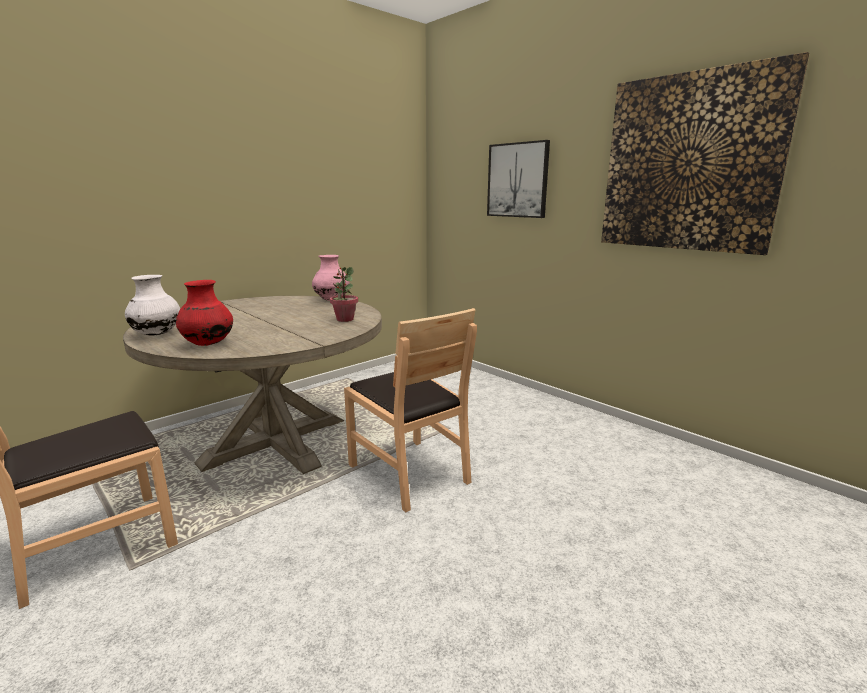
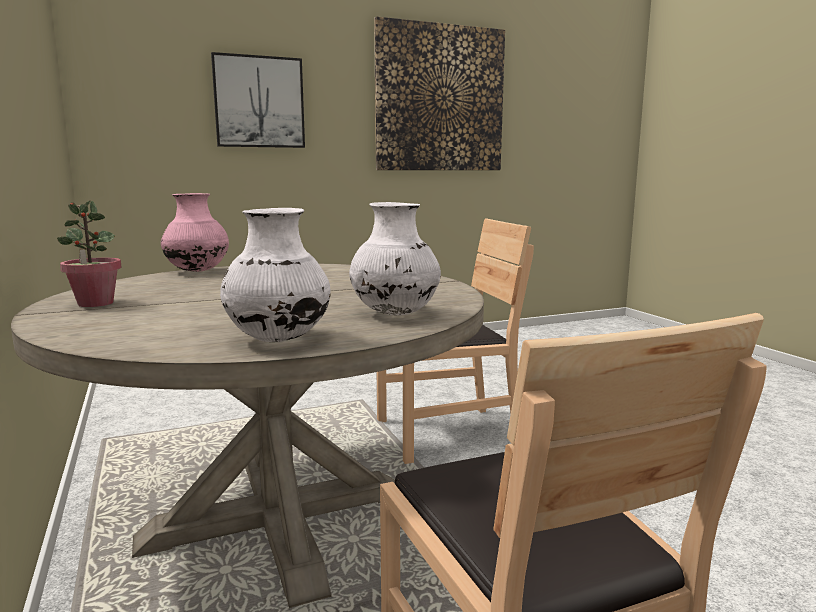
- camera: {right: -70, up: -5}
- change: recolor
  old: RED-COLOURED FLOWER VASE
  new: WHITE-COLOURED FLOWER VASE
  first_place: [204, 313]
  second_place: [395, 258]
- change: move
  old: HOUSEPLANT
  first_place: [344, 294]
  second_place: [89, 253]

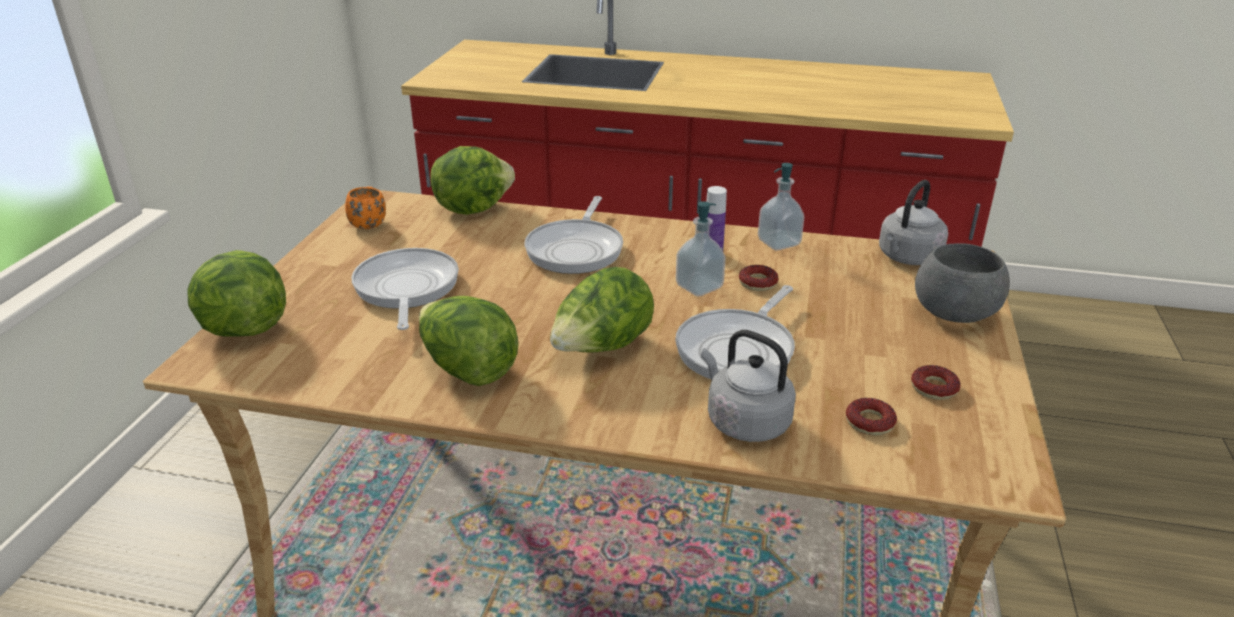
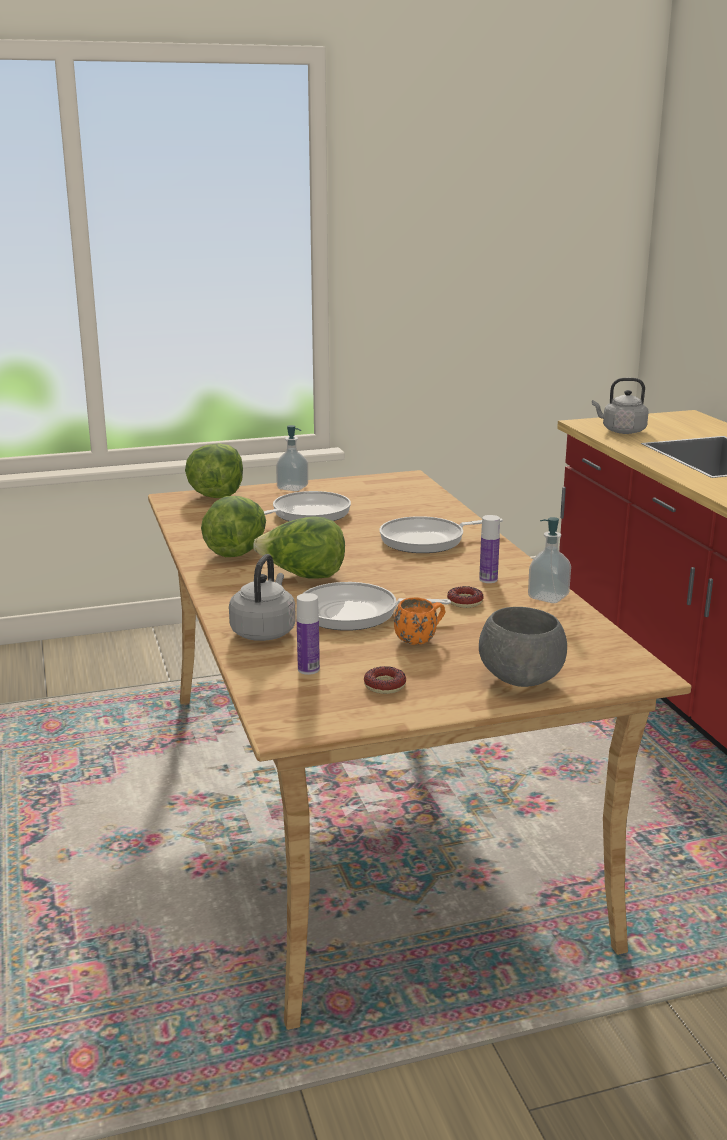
- camera: {right: 60, up: -10}
- change: move
  old: ORANGE TEA MUG
  first_place: [365, 208]
  second_place: [420, 621]
- change: delete
  old: HEAD OF LETTUCE
  first_place: [472, 180]
- change: move
  old: SOAP DISPENSER
  first_place: [700, 248]
  second_place: [292, 458]
- change: replace
  old: DOUGHNUT
  new: BEVERAGE BOTTLE
  first_place: [871, 416]
  second_place: [308, 634]
- change: move
  old: GRAY TEA KETTLE
  first_place: [913, 222]
  second_place: [620, 406]

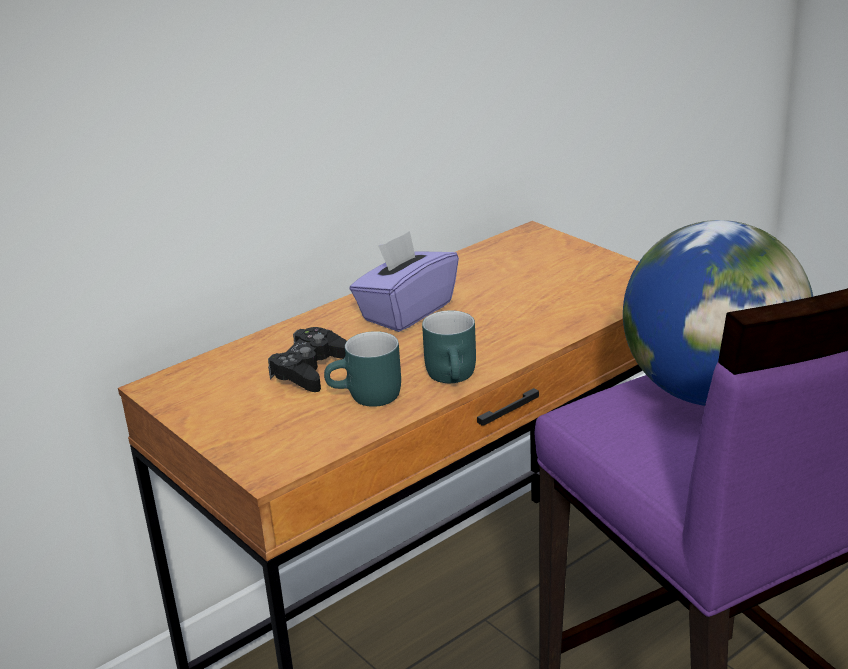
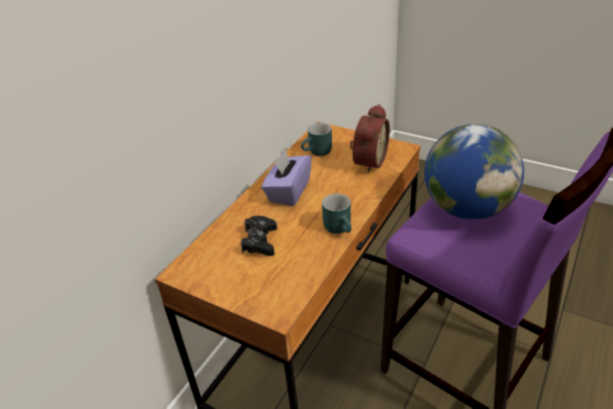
- camera: {right: -20, up: 10}
- change: move
  old: BLUE-GREEN TEA MUG
  first_place: [362, 369]
  second_place: [316, 139]
- change: insert
  new: ALARM CLOCK
  second_place: [370, 139]

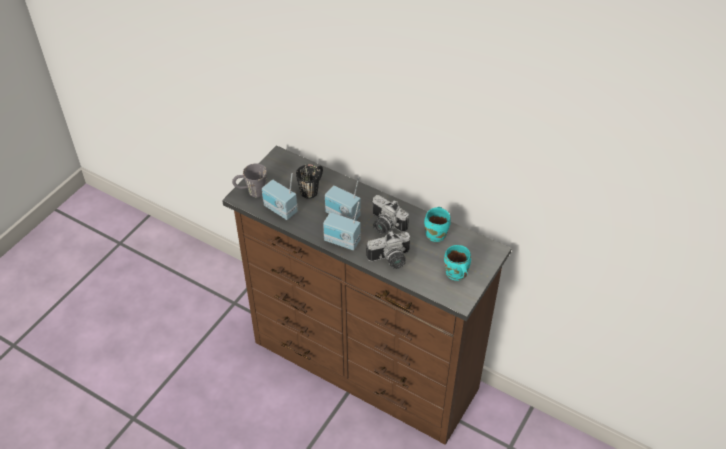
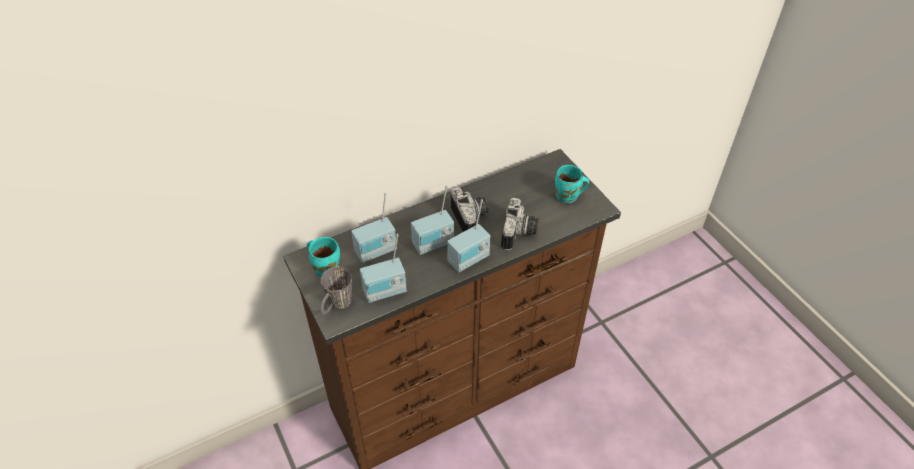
- camera: {right: -60, up: 0}
- change: replace
  old: BLACK TEA MUG
  new: RADIO RECEIVER
  first_place: [309, 182]
  second_place: [374, 227]
- change: rotate
  old: PHOTO CAMERA
  first_place: [390, 214]
  second_place: [470, 209]
  degrees: -90
- change: move
  old: BLUE-GREEN TEA MUG
  first_place: [437, 224]
  second_place: [323, 257]

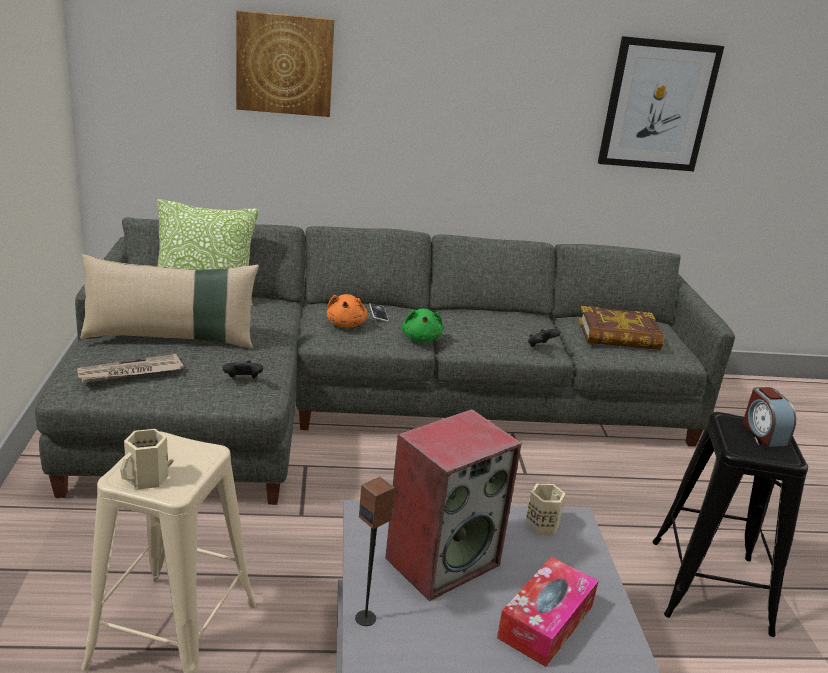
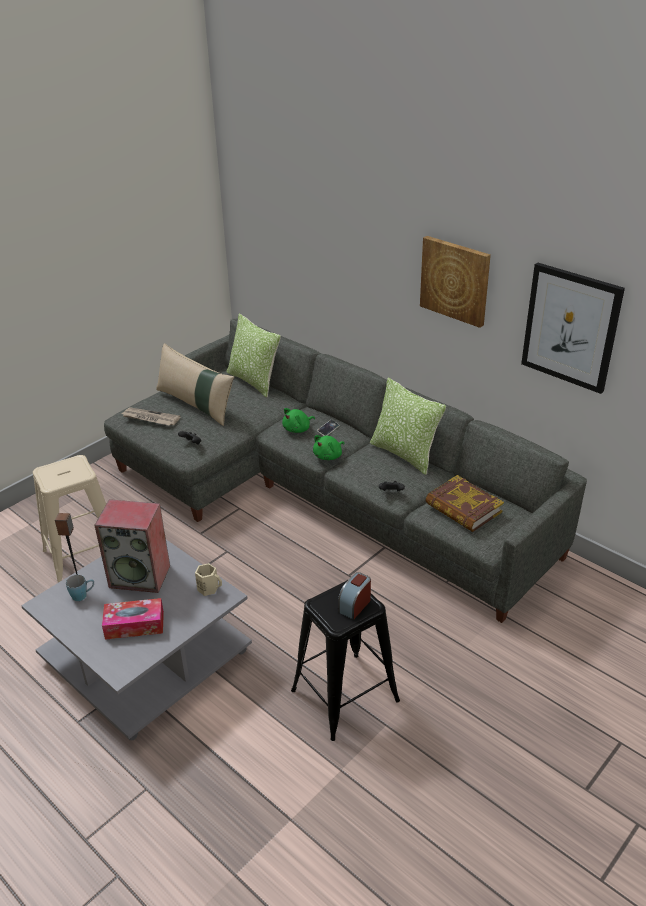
- camera: {right: 50, up: 10}
- change: delete
  old: SAND-COLOURED TEA MUG
  first_place: [144, 459]
- change: move
  old: PICTURE
  first_place: [285, 63]
  second_place: [455, 282]
- change: recolor
  old: ORANGE PLUSH TOY
  new: GREEN-COLOURED PLUSH TOY
  first_place: [347, 311]
  second_place: [298, 420]
- change: insert
  new: BLUE-COLOURED TEA MUG
  second_place: [80, 588]
- change: insert
  new: PILLOW
  second_place: [408, 426]

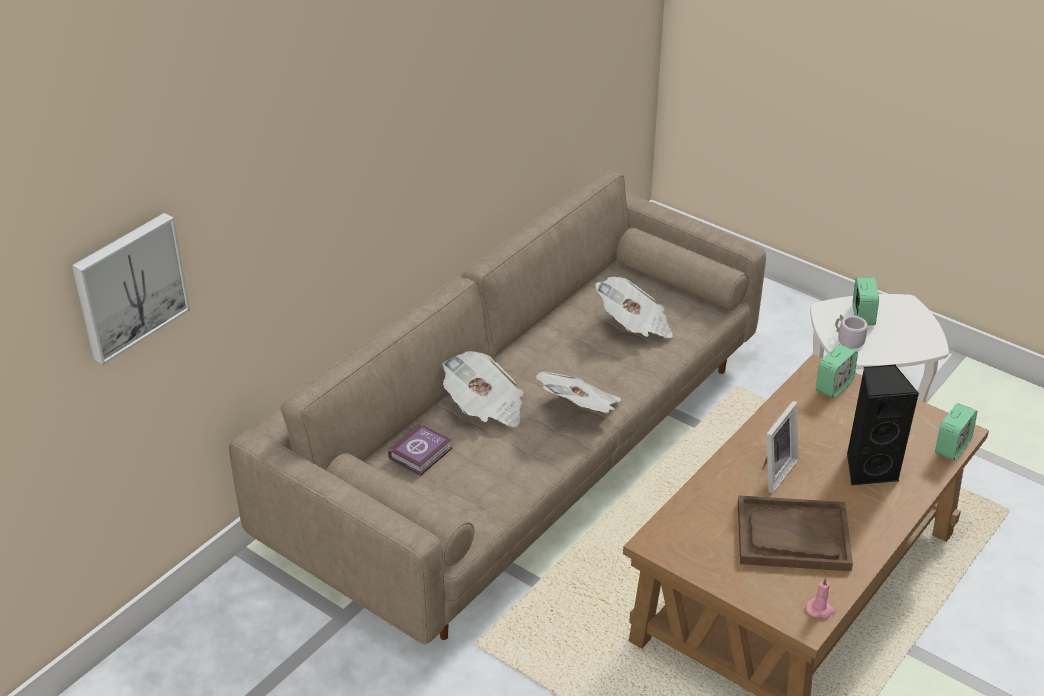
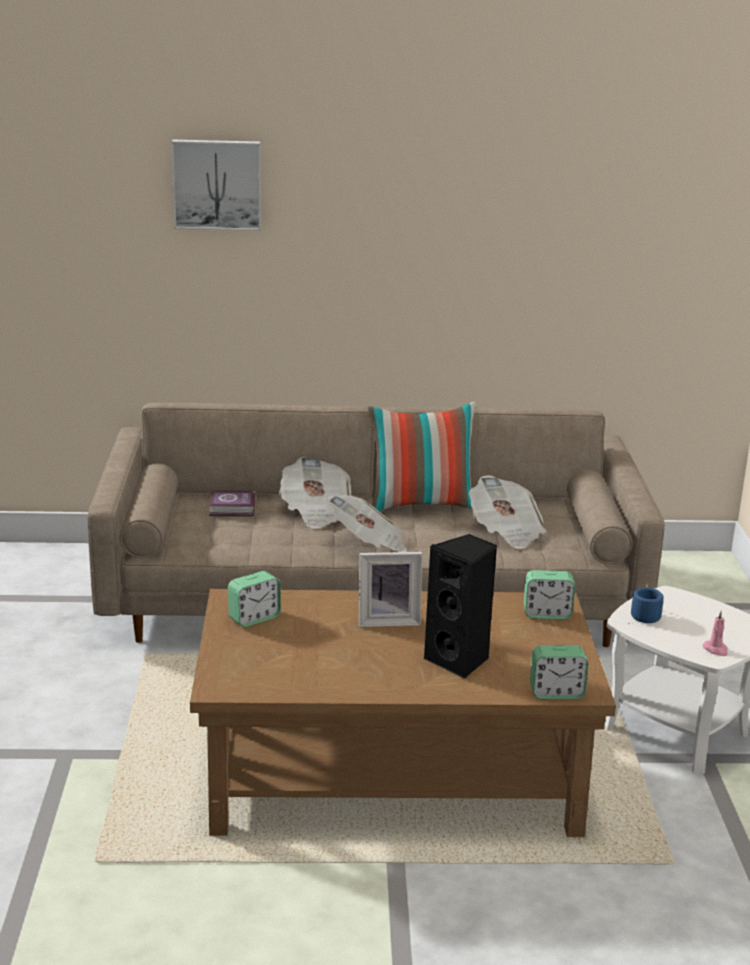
- camera: {right: 50, up: -15}
- change: move
  old: PICTURE
  first_place: [131, 289]
  second_place: [216, 185]
- change: delete
  old: BROWN TRAY
  first_place: [795, 533]
- change: move
  old: PINK WAX LIGHT
  first_place: [821, 597]
  second_place: [715, 633]
- change: recolor
  old: GRAY TEA MUG
  new: BLUE-COLOURED TEA MUG
  first_place: [851, 331]
  second_place: [645, 605]
- change: move
  old: ALARM CLOCK
  first_place: [866, 301]
  second_place: [254, 599]
- change: insert
  new: PILLOW
  second_place: [422, 456]

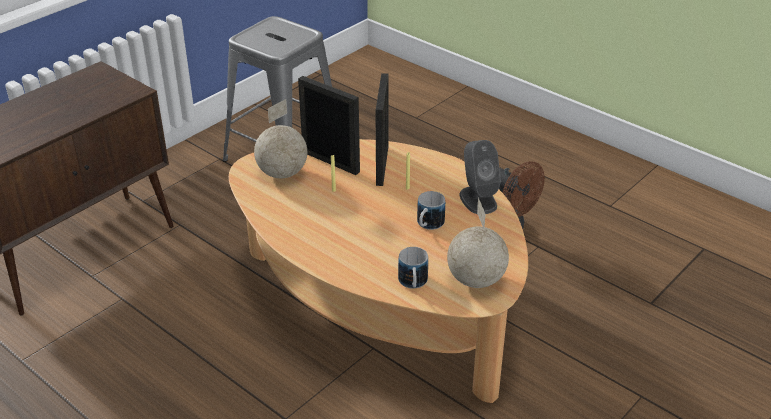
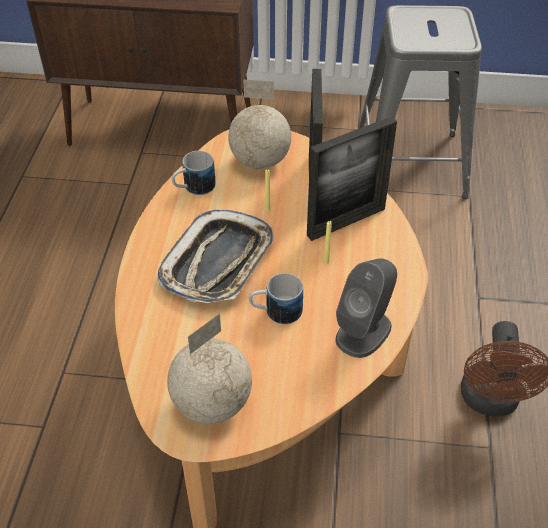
- camera: {right: 55, up: 10}
- change: move
  old: TEA MUG
  first_place: [413, 268]
  second_place: [194, 173]
- change: insert
  new: TRAY
  second_place: [216, 256]

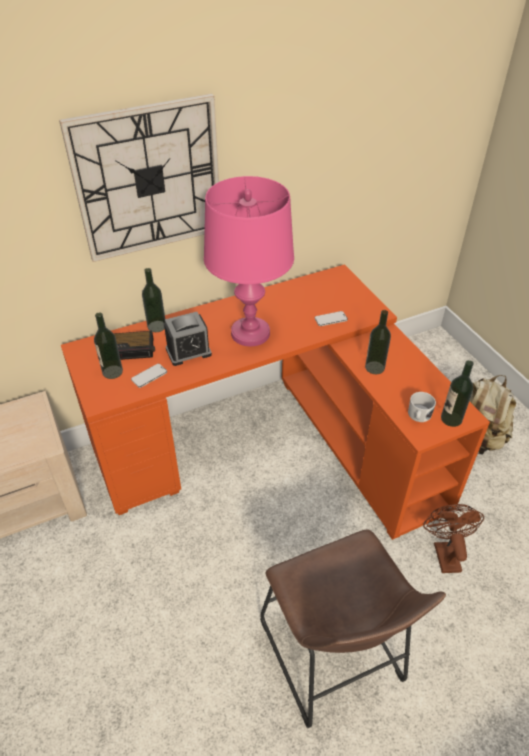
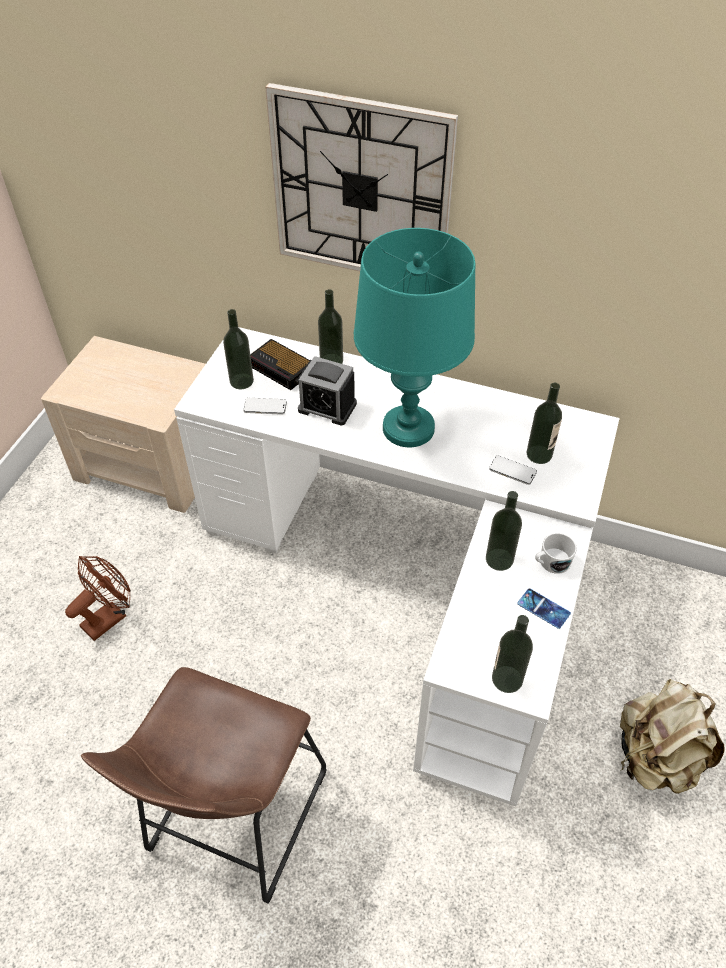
- camera: {right: 45, up: 5}
- change: recolor
  old: ORANGE DESK
  new: WHITE-COLOURED DESK
  first_place: [275, 402]
  second_place: [397, 566]
- change: recolor
  old: PINK LAMP FOR A TABLE
  new: BLUE-GREEN LAMP FOR A TABLE
  first_place: [249, 261]
  second_place: [415, 337]
- change: move
  old: WHITE-COLOURED TEA MUG
  first_place: [422, 407]
  second_place: [556, 553]
- change: move
  old: BROWN FAN
  first_place: [453, 538]
  second_place: [98, 598]
- change: insert
  new: TELEPHONE
  second_place: [544, 608]
- change: insert
  new: BEVERAGE BOTTLE
  second_place: [544, 423]

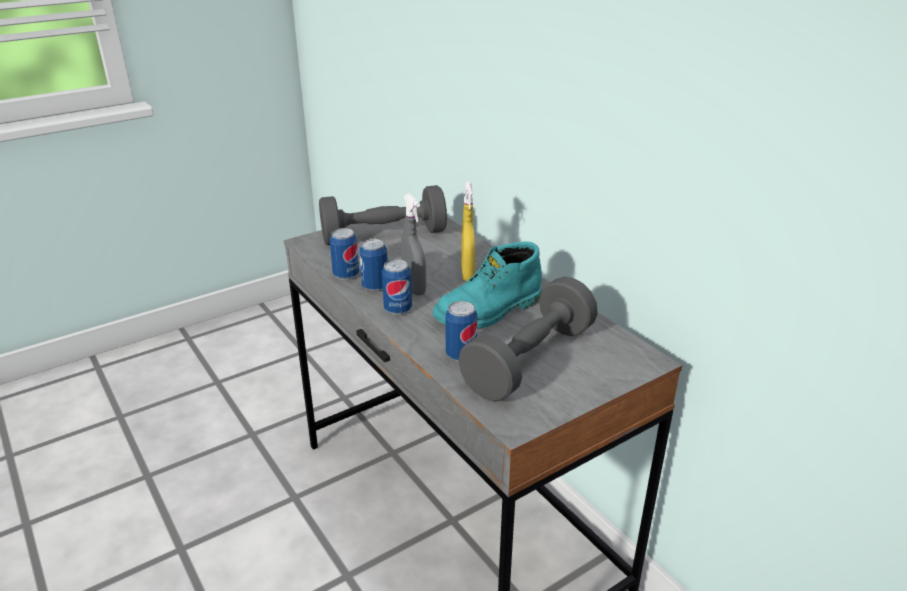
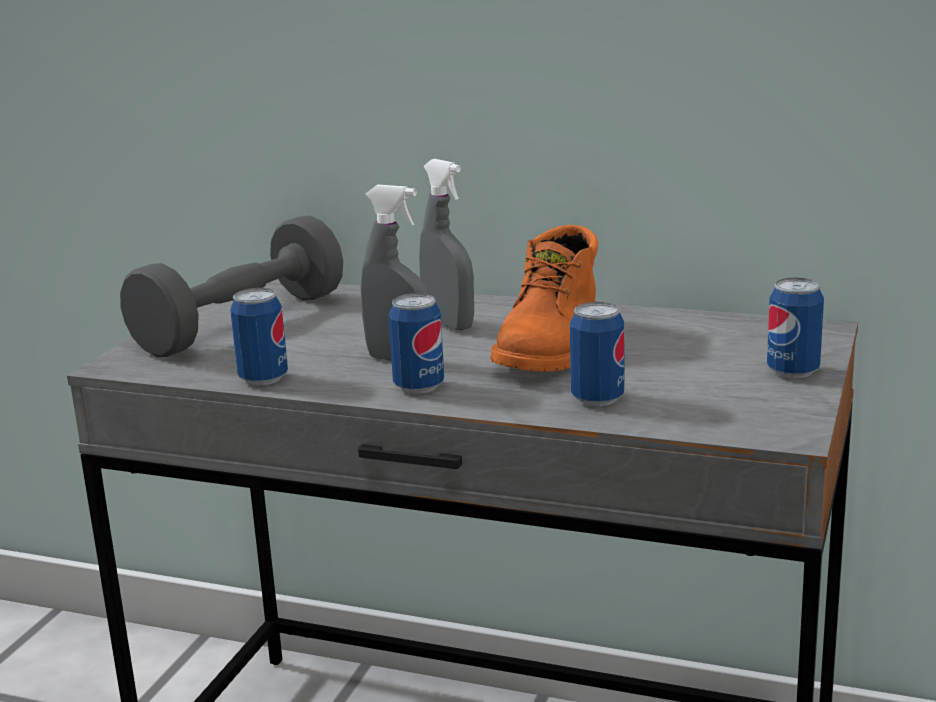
- camera: {right: -35, up: -10}
- change: move
  old: SEALED CAN
  first_place: [373, 265]
  second_place: [795, 328]
- change: recolor
  old: BLUE-GREEN BOOT
  new: ORANGE BOOT
  first_place: [487, 285]
  second_place: [544, 298]
- change: delete
  old: GRAY HAND WEIGHT
  first_place: [528, 339]
- change: recolor
  old: YELLOW SPRAY BOTTLE
  new: GRAY SPRAY BOTTLE
  first_place: [468, 231]
  second_place: [446, 244]

